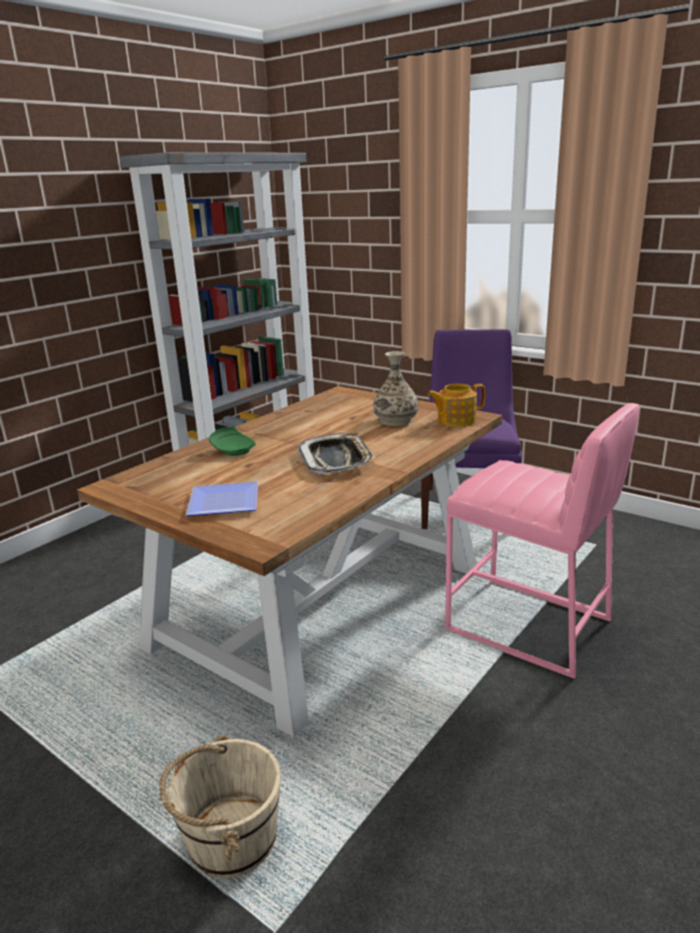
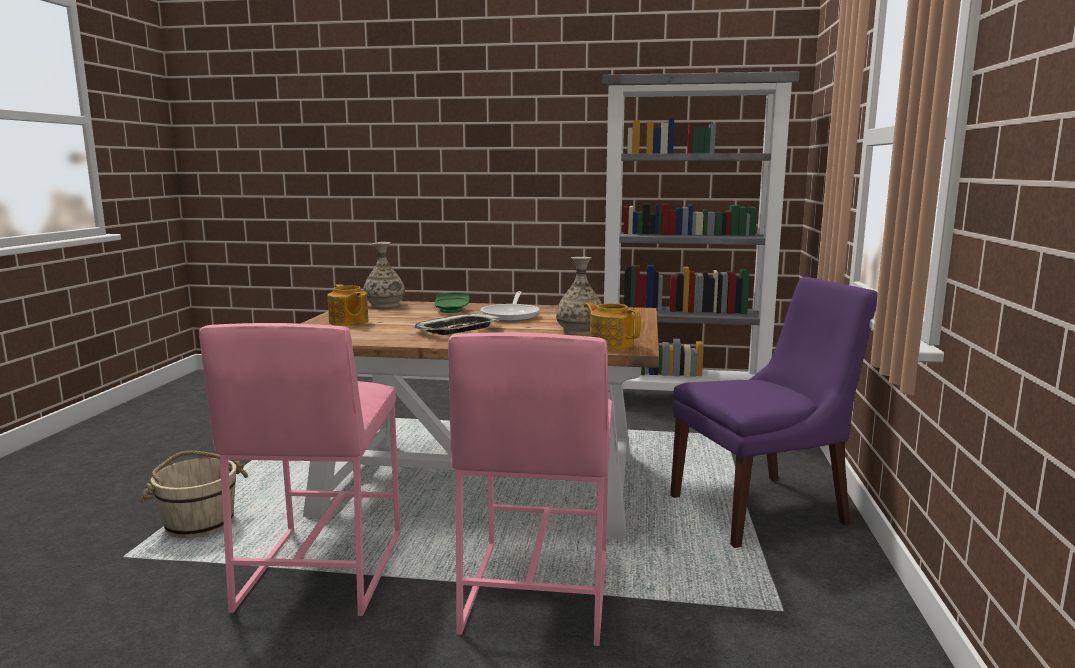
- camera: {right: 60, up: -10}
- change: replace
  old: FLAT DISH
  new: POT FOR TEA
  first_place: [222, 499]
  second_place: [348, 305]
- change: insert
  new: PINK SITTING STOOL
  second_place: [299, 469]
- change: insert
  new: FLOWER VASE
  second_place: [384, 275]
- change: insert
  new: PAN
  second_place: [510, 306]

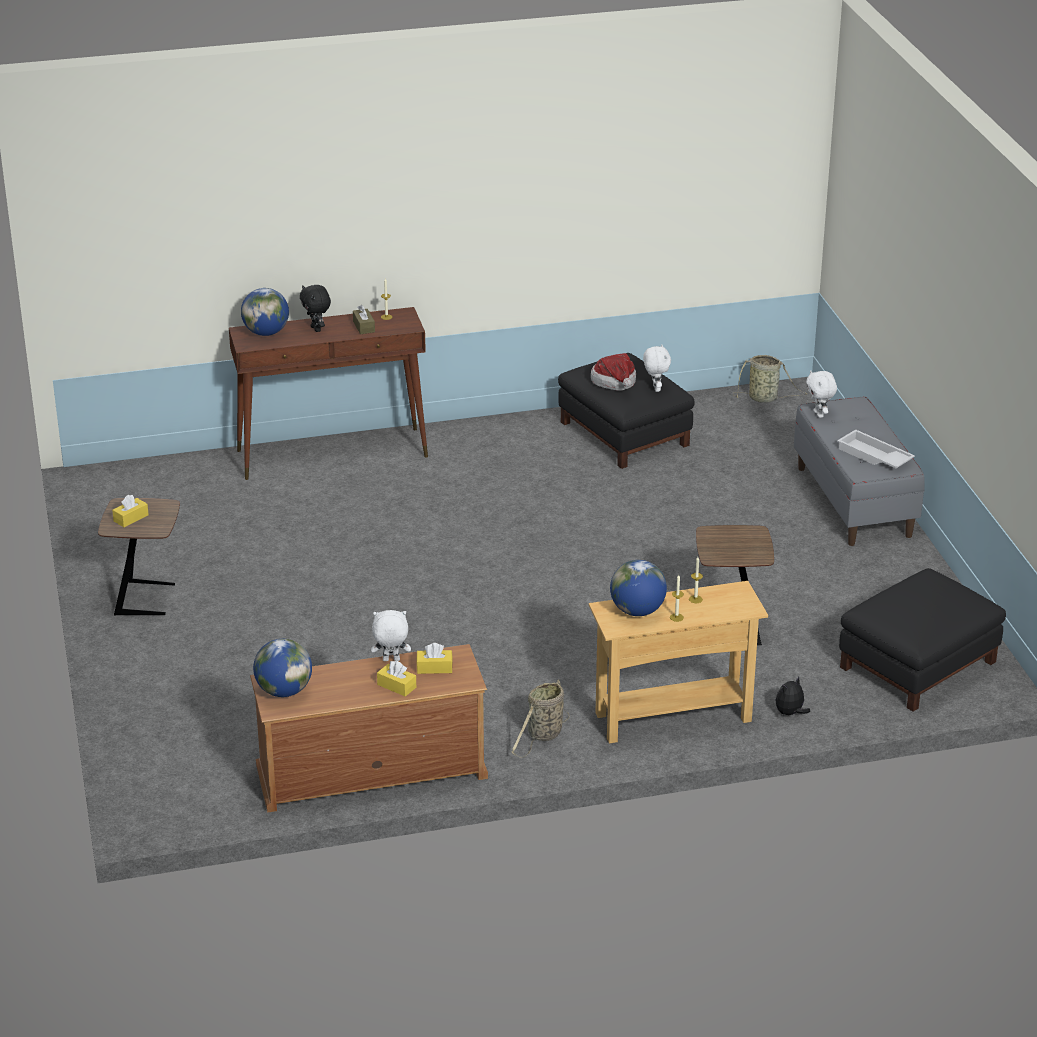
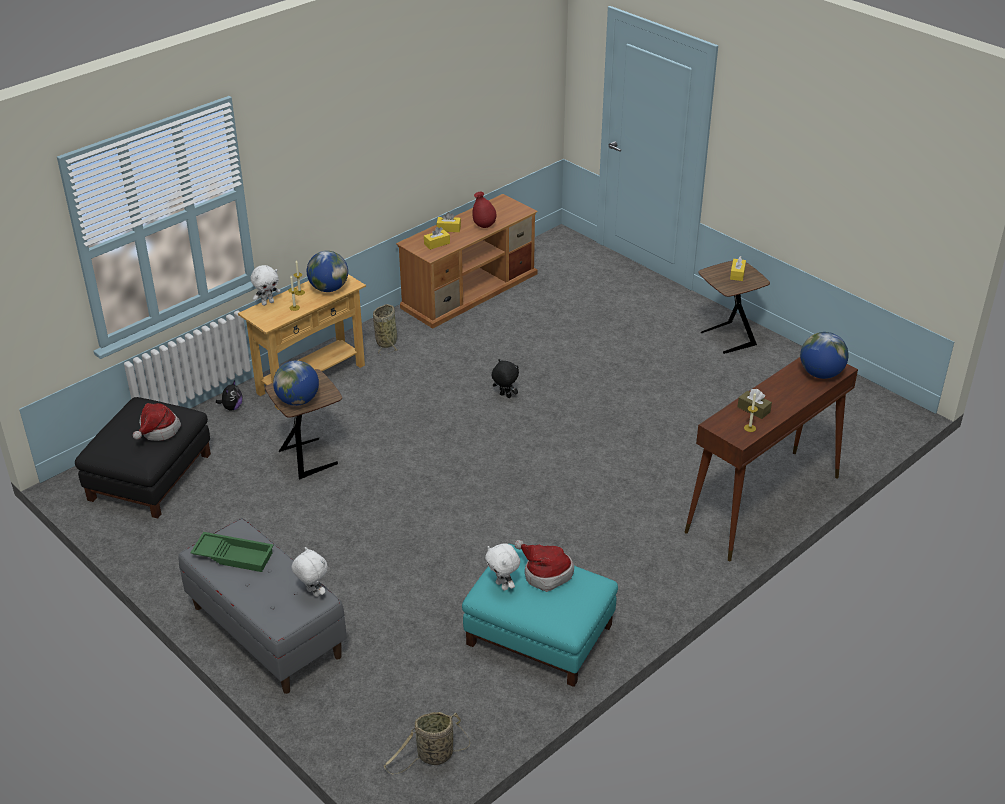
- camera: {right: 150, up: 5}
- change: move
  old: DESK GLOBE
  first_place: [282, 668]
  second_place: [296, 383]
- change: move
  old: BLACK PLUSH TOY
  first_place: [315, 308]
  second_place: [505, 378]
- change: move
  old: WHITE-COLOURED PLUSH TOY
  first_place: [391, 635]
  second_place: [266, 285]
- change: recolor
  old: BLACK OTTOMAN
  new: BLUE-GREEN OTTOMAN
  first_place: [626, 411]
  second_place: [540, 615]
- change: recolor
  old: WHITE-COLOURED TRAY
  new: GREEN-COLOURED TRAY
  first_place: [876, 449]
  second_place: [232, 552]
- change: insert
  new: WEARABLE HAT
  second_place: [157, 422]
- change: insert
  new: RED-COLOURED FLOWER VASE
  second_place: [484, 210]

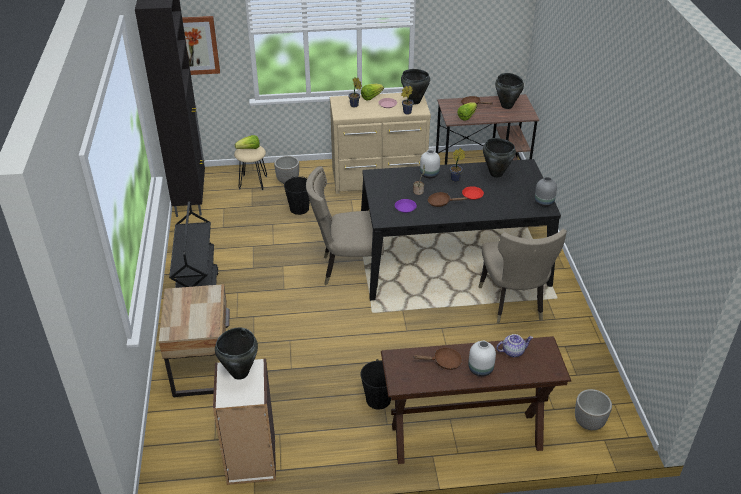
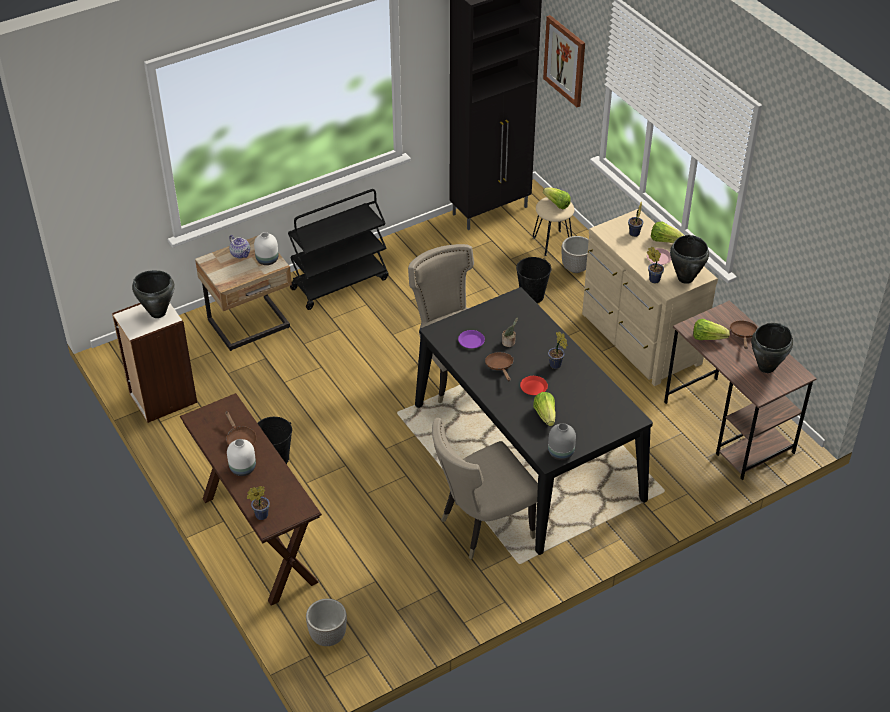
- camera: {right: 65, up: 5}
- change: move
  old: WHITE-COLOURED FLOWER VASE
  first_place: [430, 164]
  second_place: [266, 248]
- change: delete
  old: BLACK COOKING POT
  first_place: [499, 158]
- change: move
  old: POT FOR TEA
  first_place: [514, 345]
  second_place: [239, 246]
- change: insert
  new: HOUSEPLANT
  second_place: [258, 503]
- change: insert
  new: HEAD OF LETTUCE
  second_place: [544, 409]

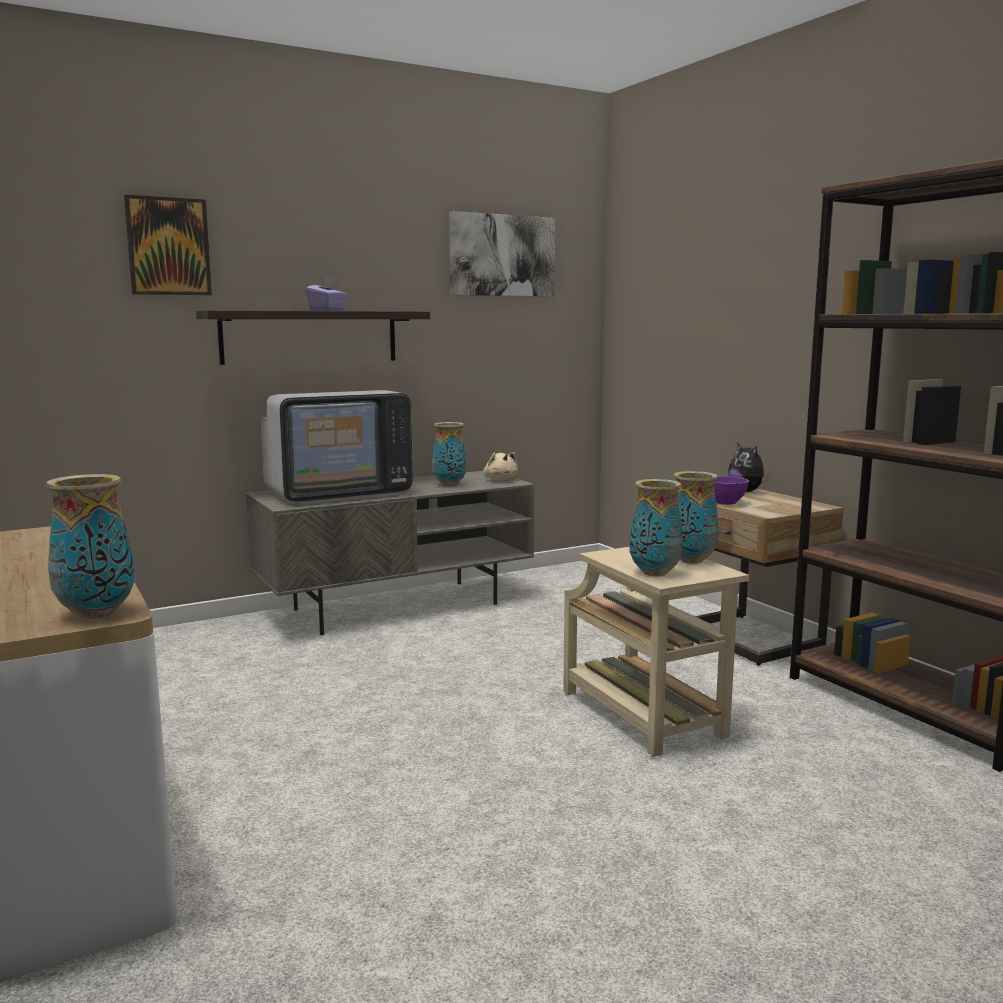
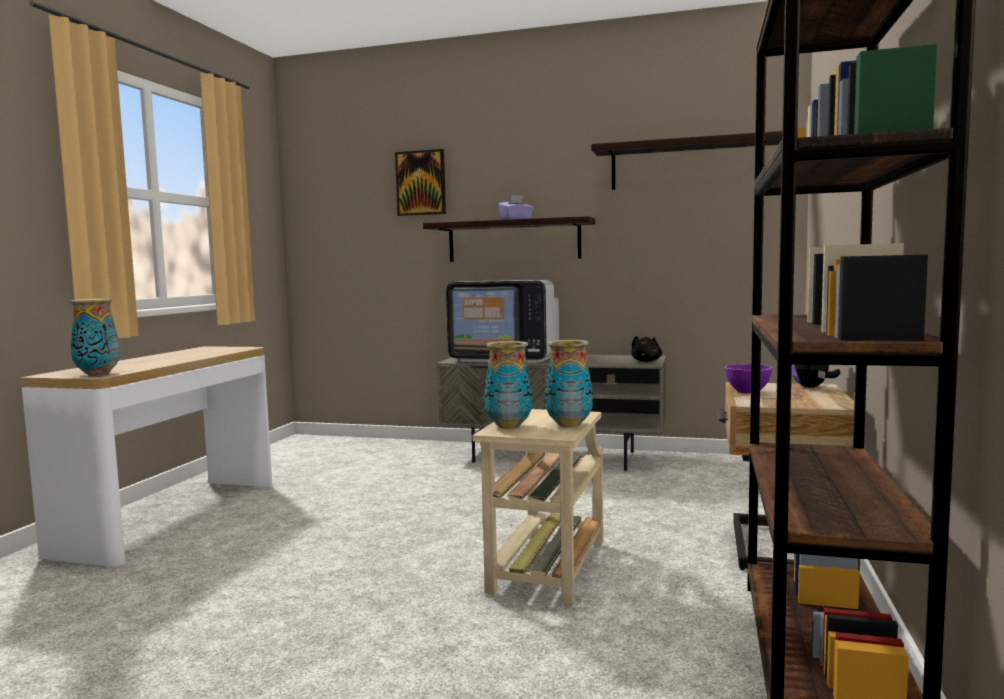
- camera: {right: 45, up: -5}
- change: delete
  old: FLOWER VASE
  first_place: [449, 454]
- change: replace
  old: PICTURE
  new: SHELF
  first_place: [502, 254]
  second_place: [686, 160]
- change: recolor
  old: SAND-COLOURED PLUSH TOY
  new: BLACK PLUSH TOY
  first_place: [500, 466]
  second_place: [646, 349]

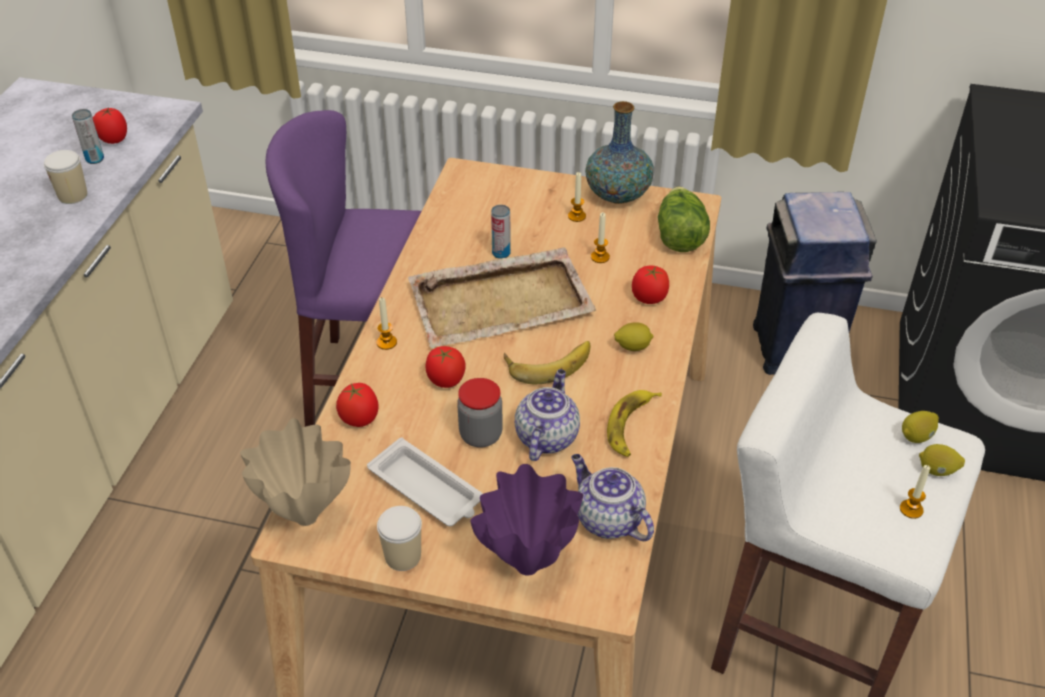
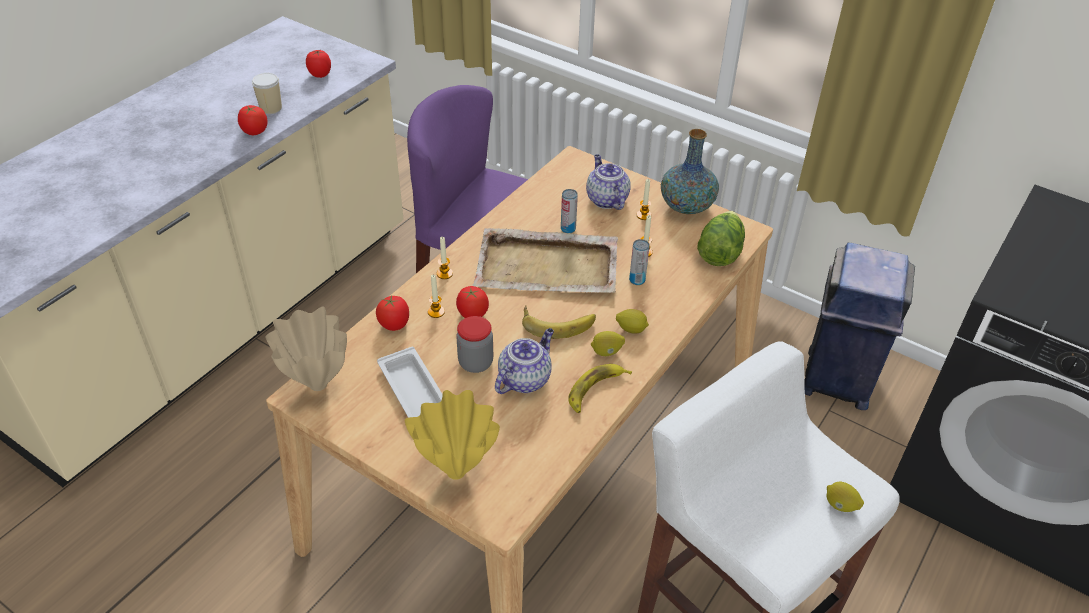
- camera: {right: 20, up: 0}
- change: move
  old: SEALED CAN
  first_place: [88, 136]
  second_place: [639, 262]
- change: delete
  old: DRINKING CUP
  first_place: [399, 538]
- change: recolor
  old: PURPLISH FLOWER VASE
  new: YELLOW FLOWER VASE
  first_place: [526, 520]
  second_place: [452, 435]
- change: move
  old: POT FOR TEA
  first_place: [612, 497]
  second_place: [608, 182]
- change: move
  old: FRESH TOMATO
  first_place: [650, 285]
  second_place: [253, 120]
- change: move
  old: WAX LIGHT
  first_place: [915, 492]
  second_place: [436, 296]
- change: move
  old: LEMON
  first_place: [920, 427]
  second_place: [608, 343]

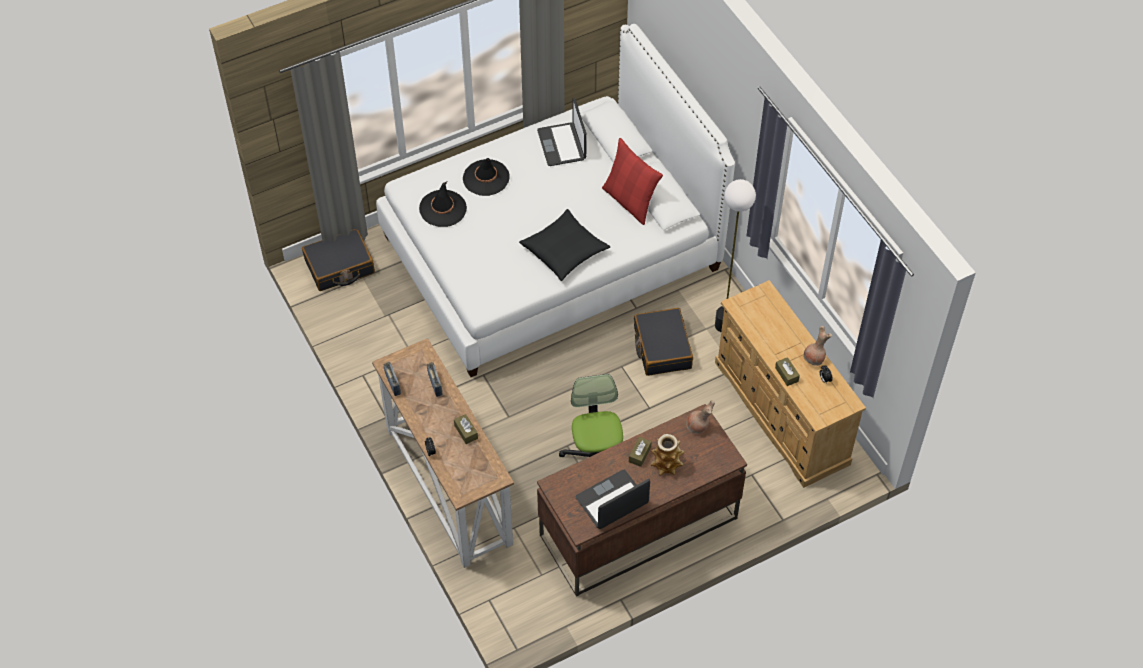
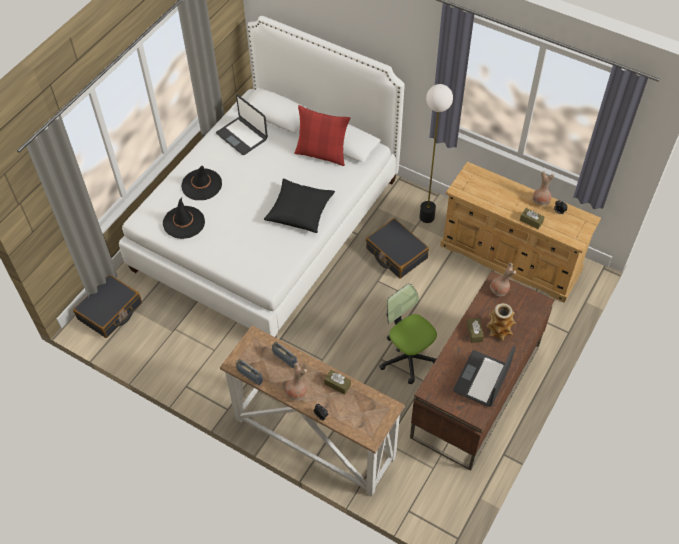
- camera: {right: -30, up: 0}
- change: insert
  new: BROWN FLOWER VASE
  second_place: [296, 382]

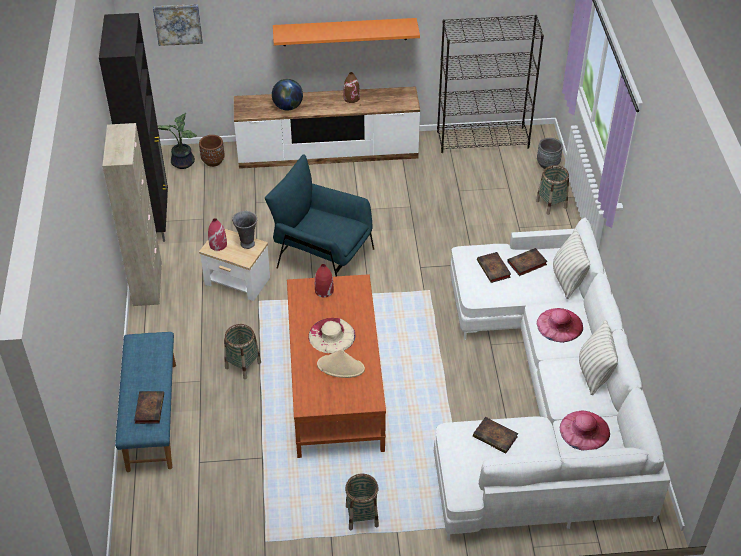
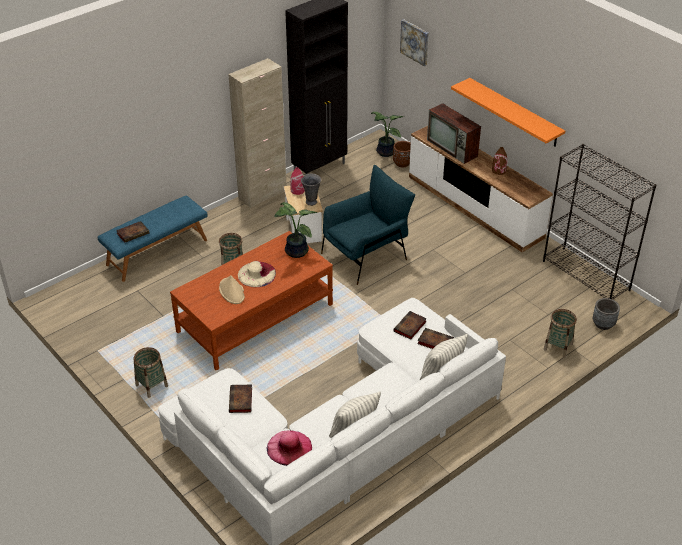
- camera: {right: 55, up: -5}
- change: rotate
  old: BLUE-COLOURED ARMCHAIR
  first_place: [319, 215]
  second_place: [368, 225]
  degrees: 60
- change: replace
  old: DESK GLOBE
  new: TELEVISION
  first_place: [287, 95]
  second_place: [454, 133]
- change: replace
  old: RED-COLOURED FLOWER VASE
  new: HOUSEPLANT
  first_place: [324, 280]
  second_place: [296, 230]
- change: delete
  old: PINK WEARABLE HAT
  first_place: [560, 325]

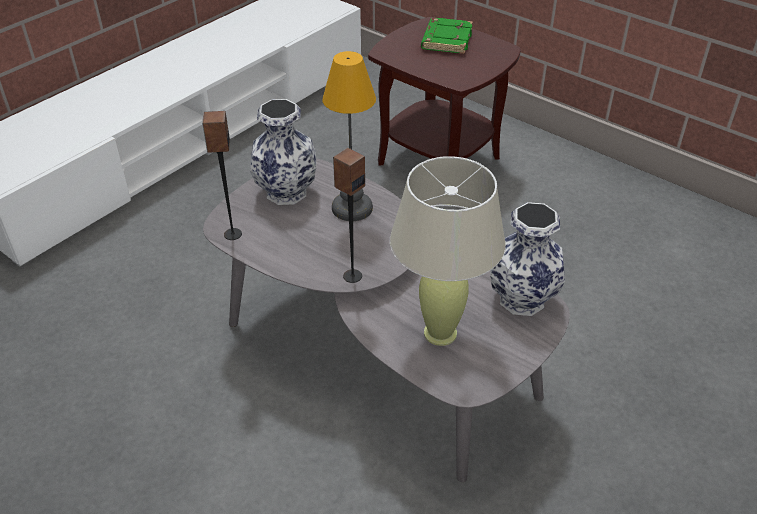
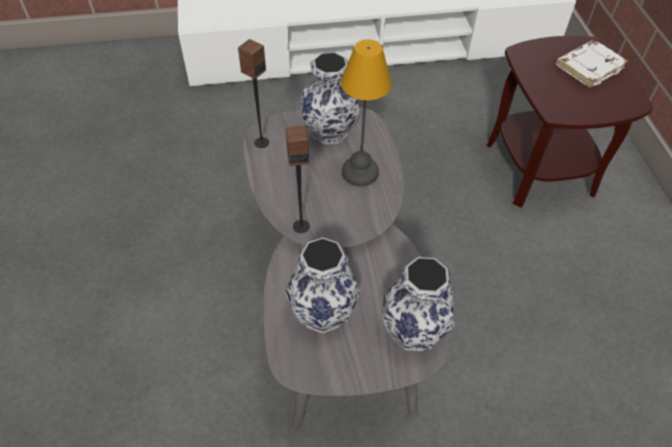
- camera: {right: 40, up: 10}
- change: replace
  old: SAND-COLOURED LAMP FOR A TABLE
  new: FLOWER VASE
  first_place: [448, 251]
  second_place: [323, 285]
- change: recolor
  old: GREEN-COLOURED BOOK
  new: WHITE-COLOURED BOOK
  first_place: [447, 36]
  second_place: [592, 64]

